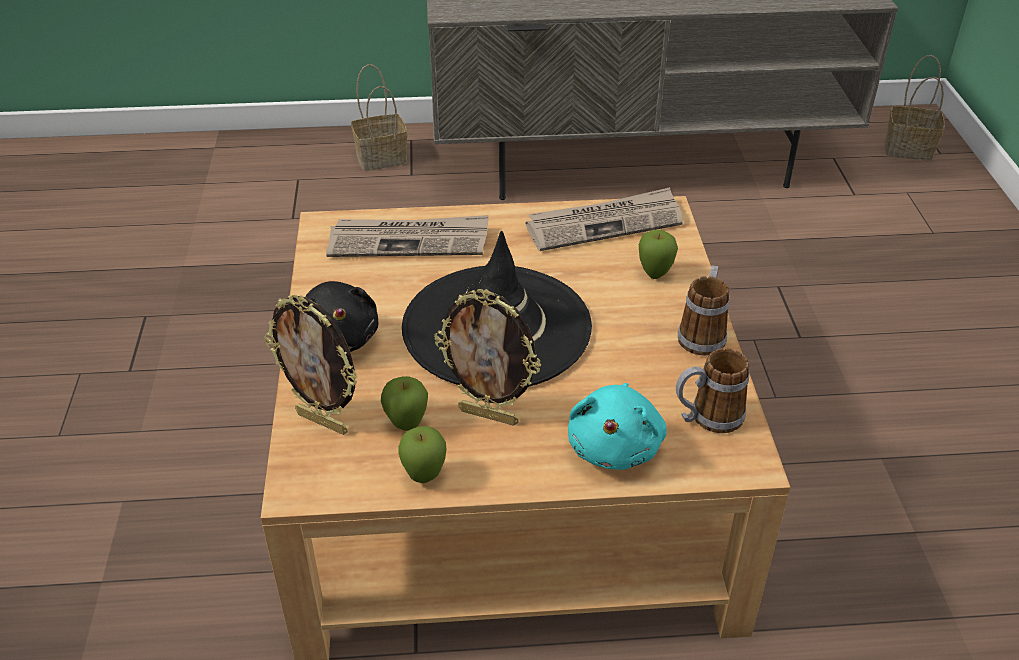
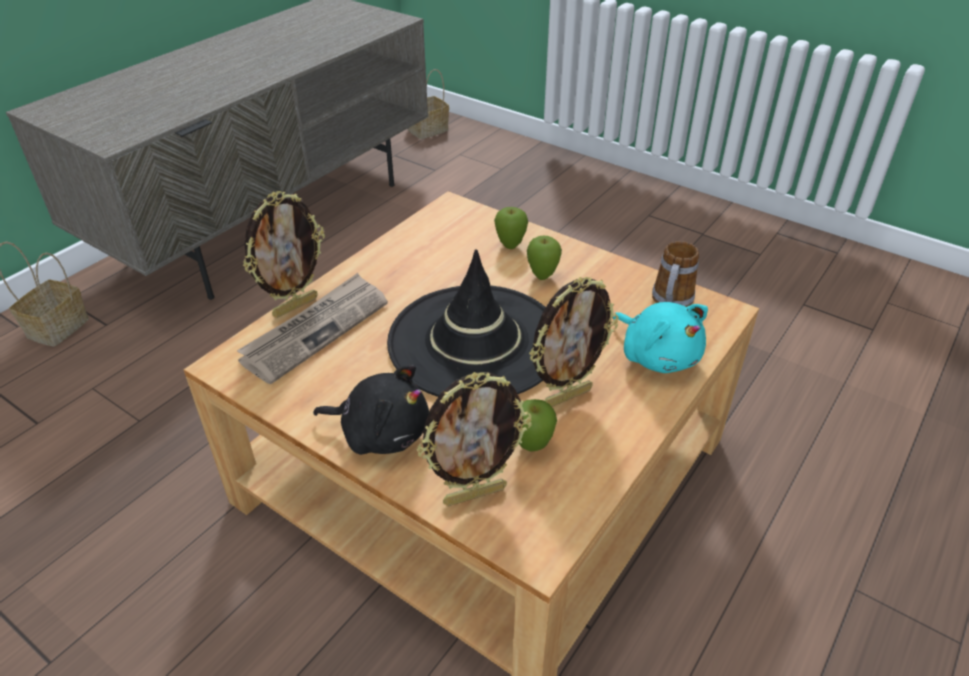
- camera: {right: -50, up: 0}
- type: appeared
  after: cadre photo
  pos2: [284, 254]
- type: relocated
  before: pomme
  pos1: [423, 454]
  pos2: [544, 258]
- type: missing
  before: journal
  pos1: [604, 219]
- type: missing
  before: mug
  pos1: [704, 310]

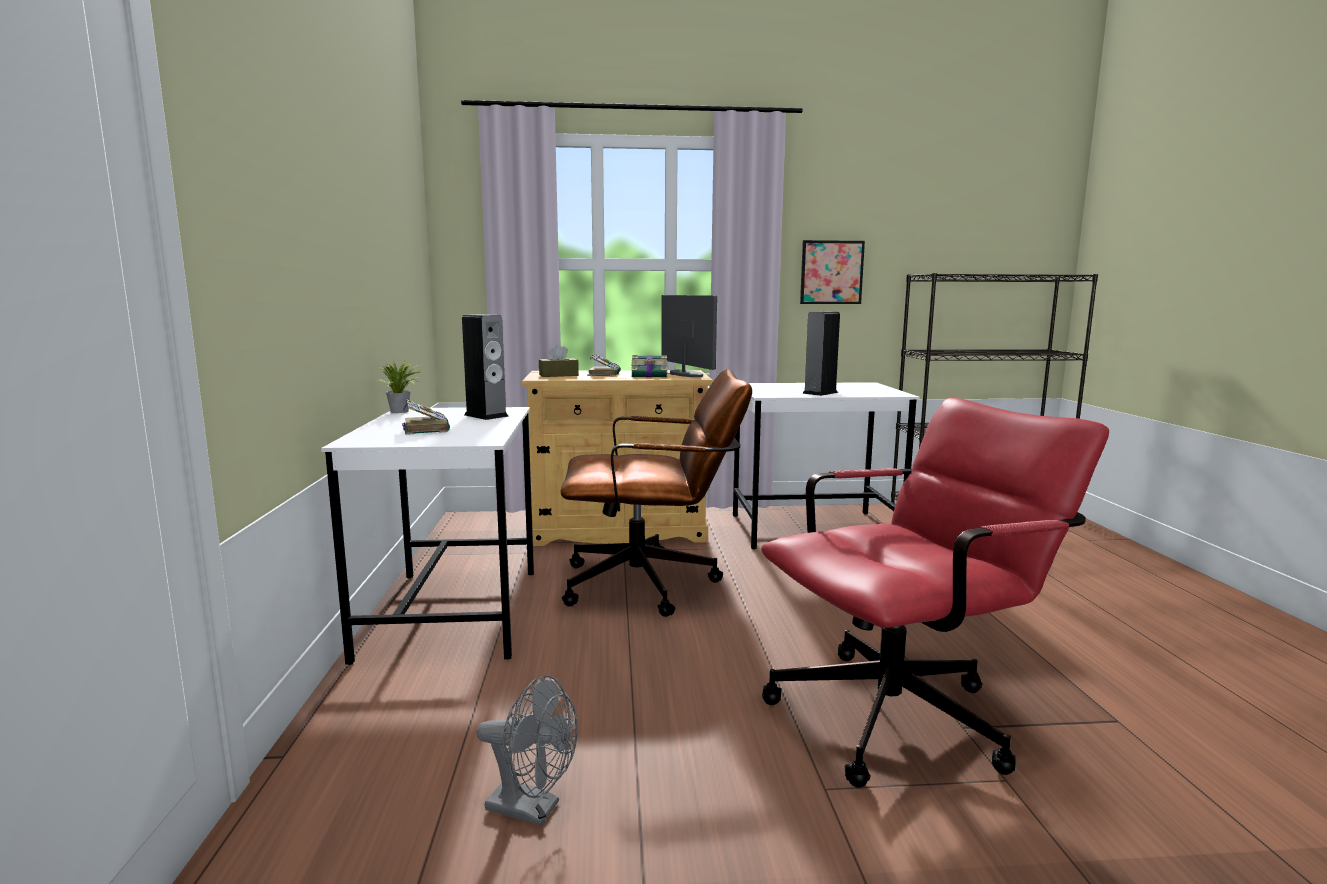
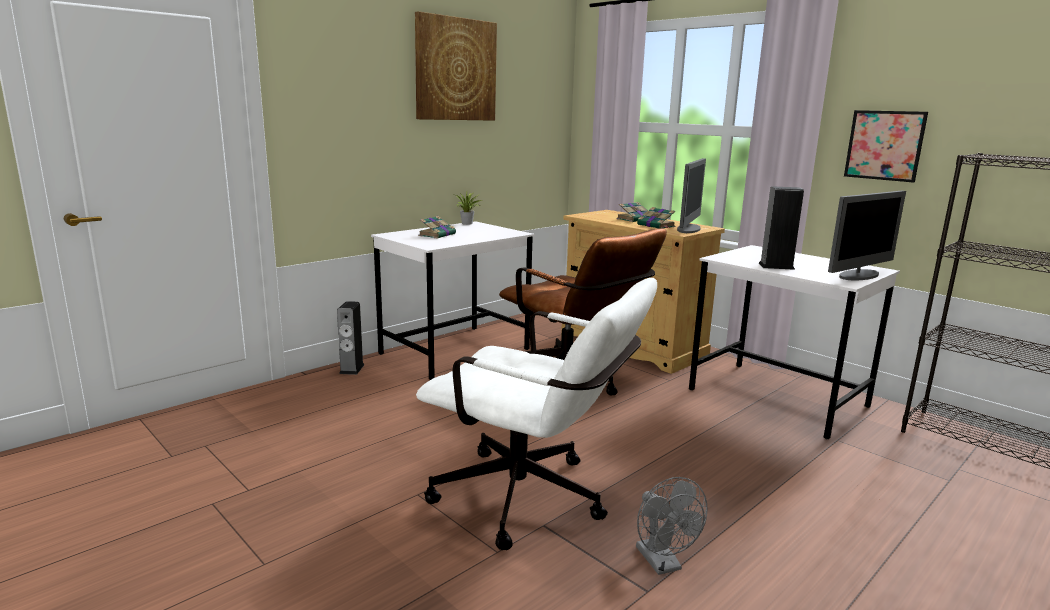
- camera: {right: 50, up: 5}
- type: relocated
  before: enceinte
  pos1: [485, 367]
  pos2: [351, 338]
- type: appeared
  after: tableau
  pos2: [456, 66]
- type: colour
  before: chaise de bureau/rouge
  after: chaise de bureau/blanc
  pos1: [935, 593]
  pos2: [536, 414]
- type: relocated
  before: ventilateur/gris
  pos1: [527, 750]
  pos2: [672, 526]
- type: appeared
  after: écran d'ordinateur
  pos2: [867, 235]
- type: missing
  before: boîte à mouchoirs/marron
  pos1: [559, 360]

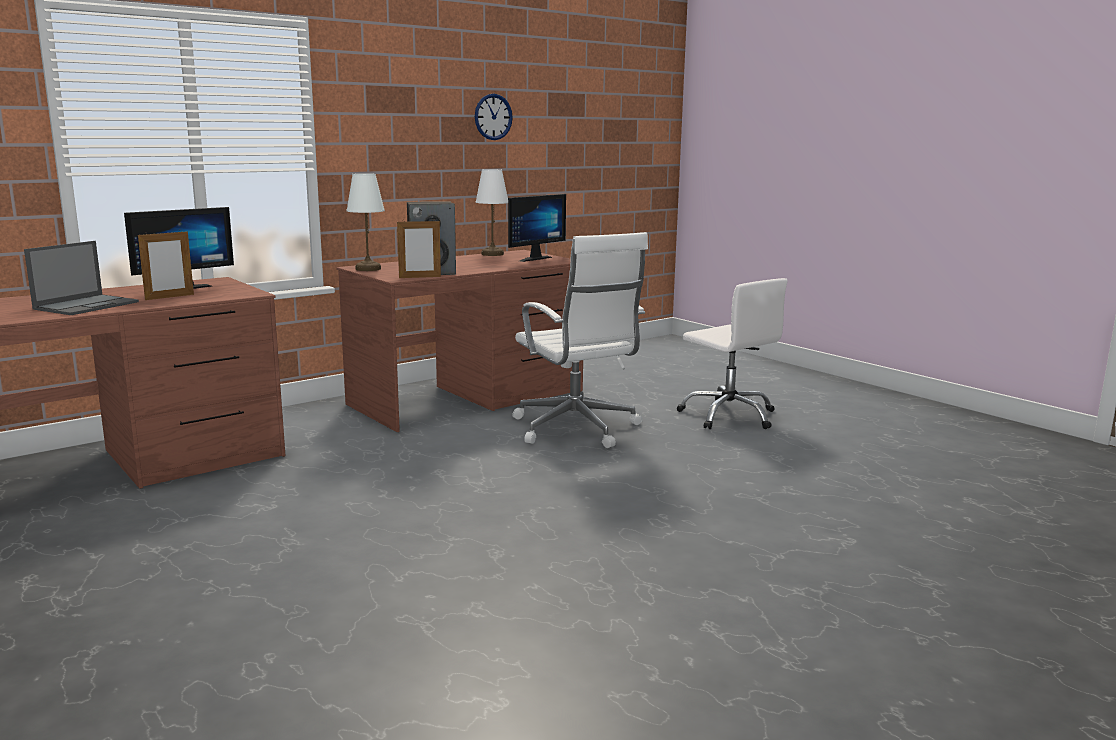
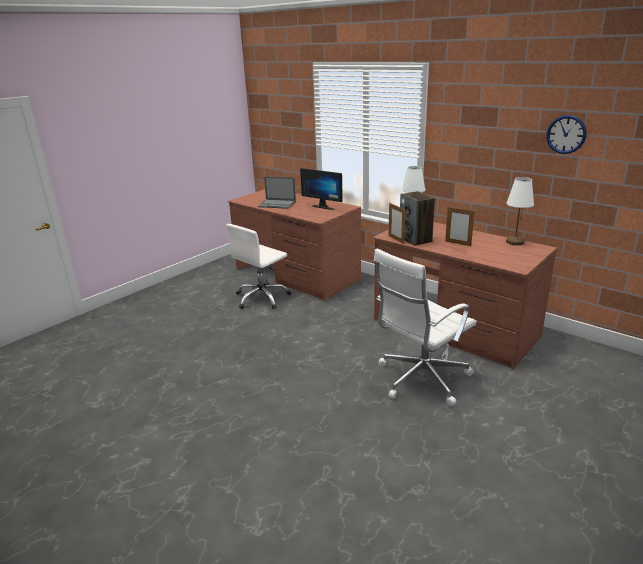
- camera: {right: 80, up: 10}
- type: relocated
  before: chaise de bureau/blanc
  pos1: [732, 353]
  pos2: [259, 266]
- type: relocated
  before: cadre photo
  pos1: [166, 265]
  pos2: [460, 226]
- type: missing
  before: écran d'ordinateur
  pos1: [537, 228]

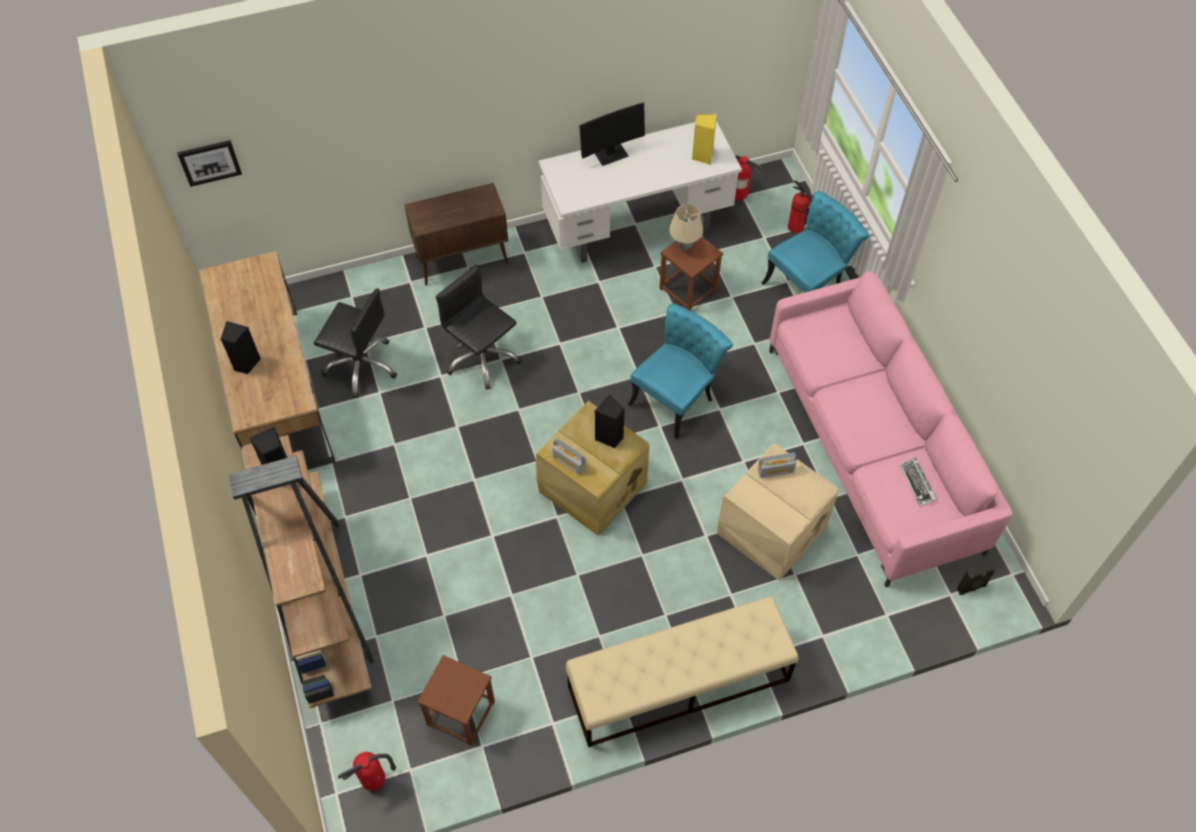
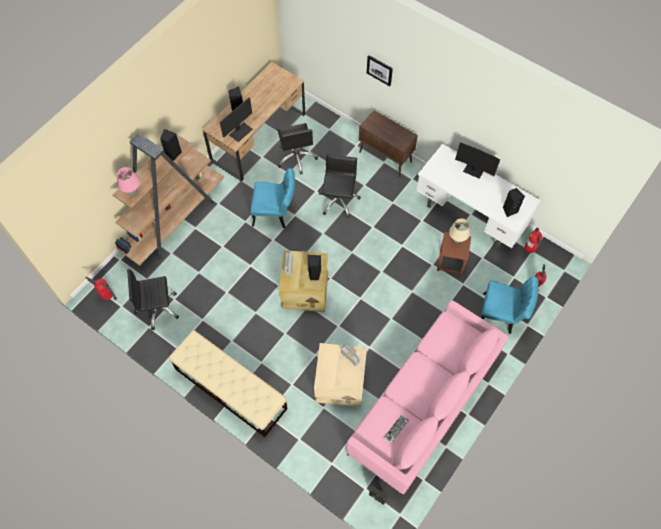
- camera: {right: 55, up: 5}
- type: appeared
  after: lampe de table/rose
  pos2: [128, 181]
- type: exchanged
  before: tabouret/marron
  after: chaise de bureau/noir
  pos1: [456, 700]
  pos2: [153, 299]
- type: appeared
  after: écran d'ordinateur
  pos2: [236, 119]
- type: relocated
  before: chaise/turquoise
  pos1: [680, 371]
  pos2: [273, 198]
- type: relocated
  before: tableau
  pos1: [209, 163]
  pos2: [380, 70]
- type: colour
  before: enceinte/jaune
  after: enceinte/noir
  pos1: [704, 139]
  pos2: [514, 202]

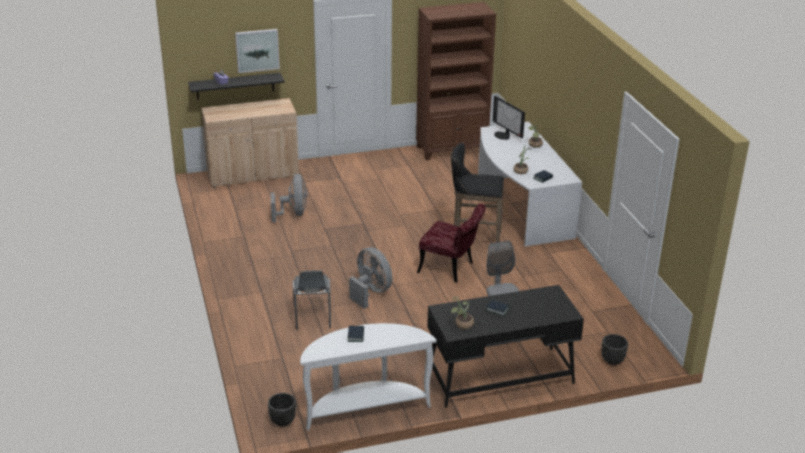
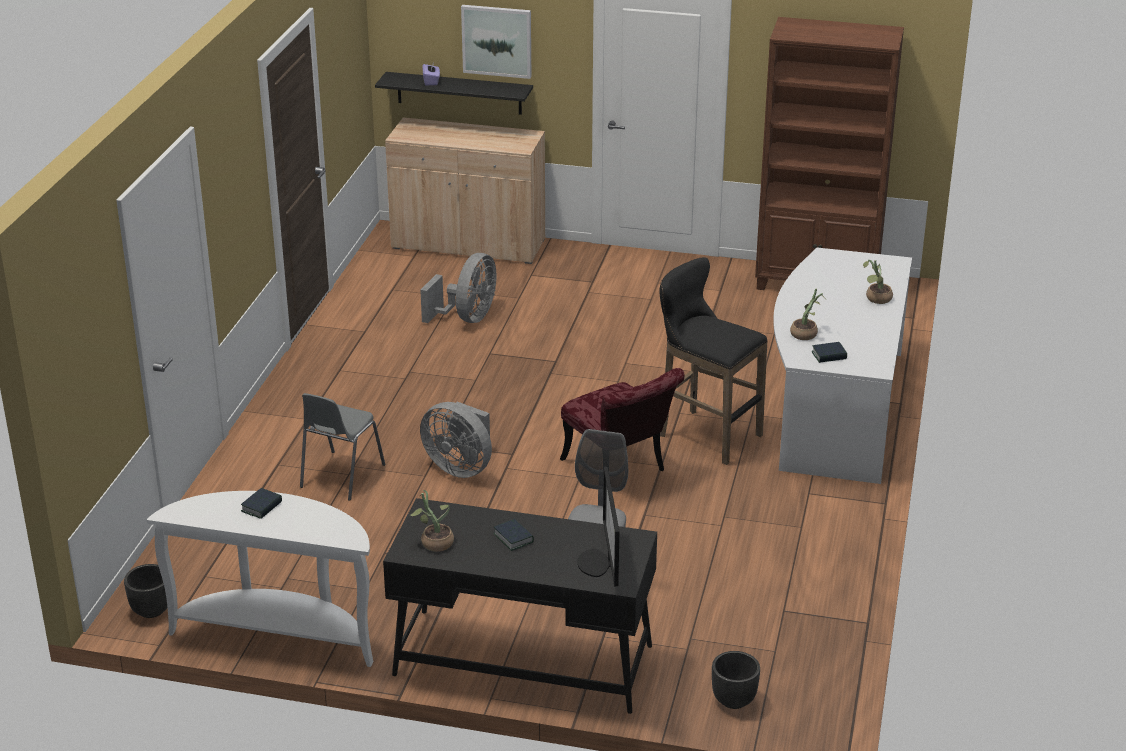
- camera: {right: 30, up: 0}
- type: spun
  before: ventilateur/gris
  pos1: [371, 278]
  pos2: [456, 440]
  turn: 135
- type: relocated
  before: écran d'ordinateur
  pos1: [509, 118]
  pos2: [598, 526]

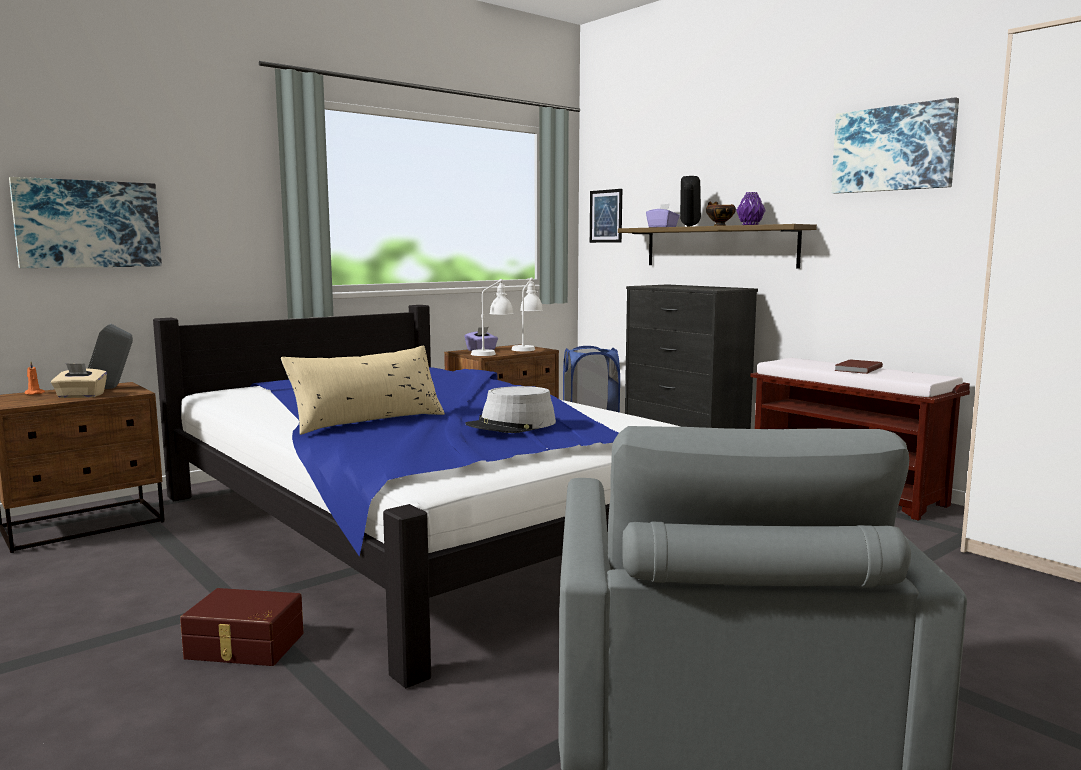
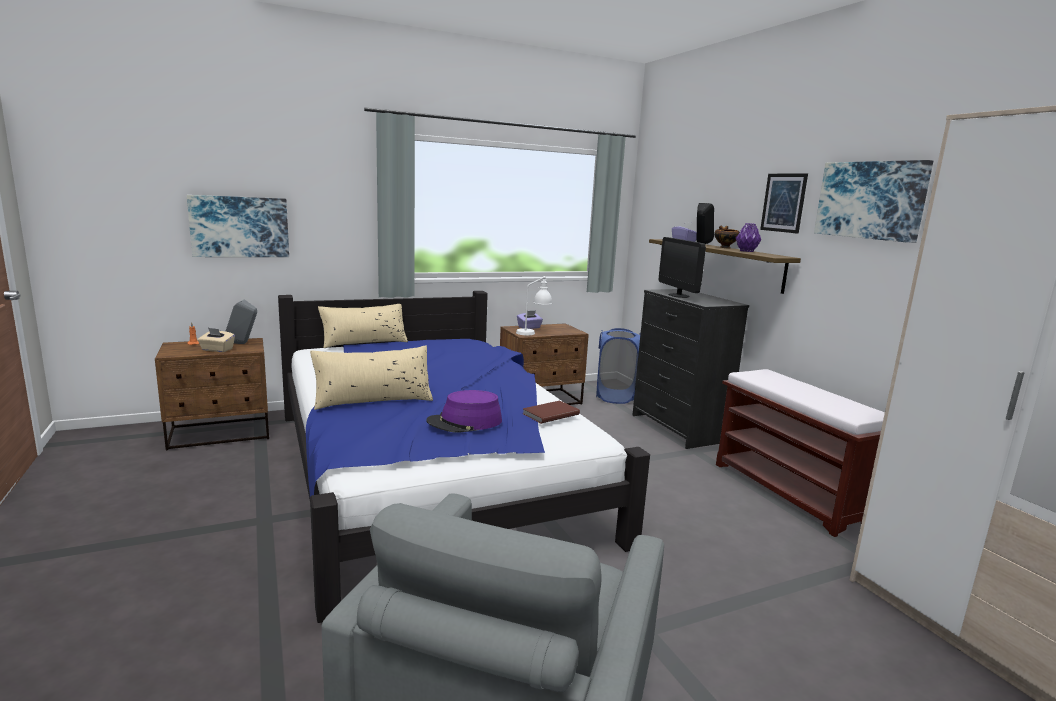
- camera: {right: 15, up: 5}
- type: appeared
  after: coussin/beige
  pos2: [363, 326]
- type: colour
  before: chapeau/gris
  after: chapeau/violet
  pos1: [510, 409]
  pos2: [464, 411]
- type: relocated
  before: livre/marron
  pos1: [858, 366]
  pos2: [551, 412]
- type: appeared
  after: écran d'ordinateur
  pos2: [682, 267]
- type: relocated
  before: tableau
  pos1: [606, 216]
  pos2: [784, 203]
- type: missing
  before: boîte de rangement/marron
  pos1: [242, 627]
- type: missing
  before: lampe de table/blanc
  pos1: [527, 314]

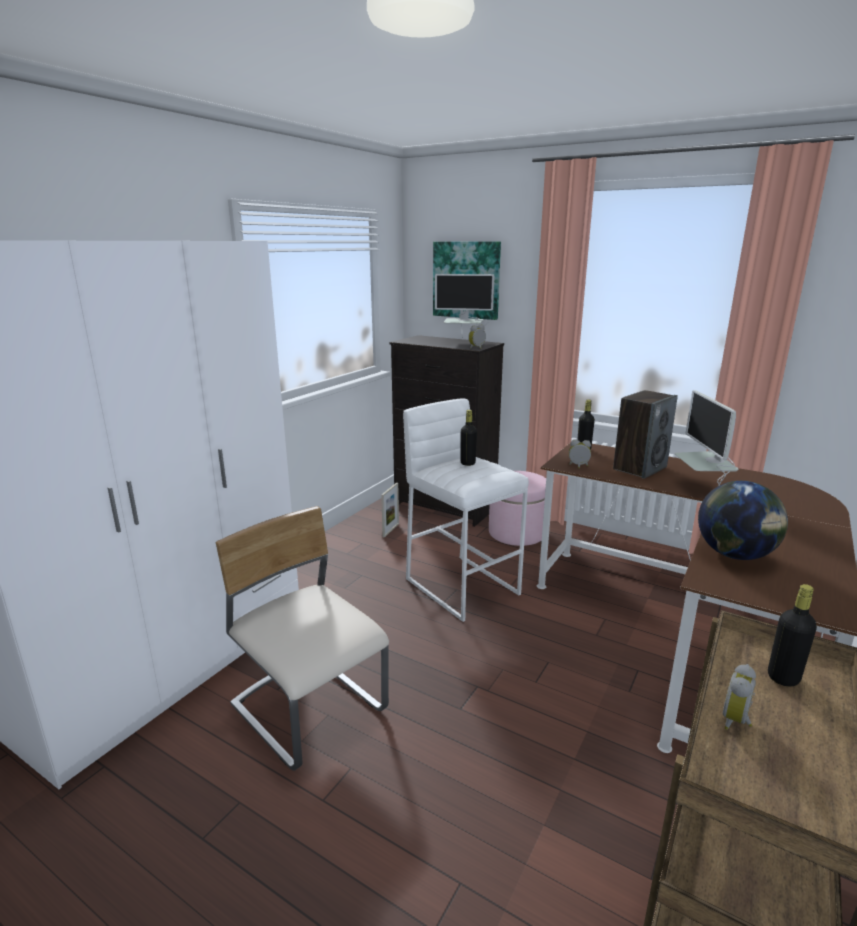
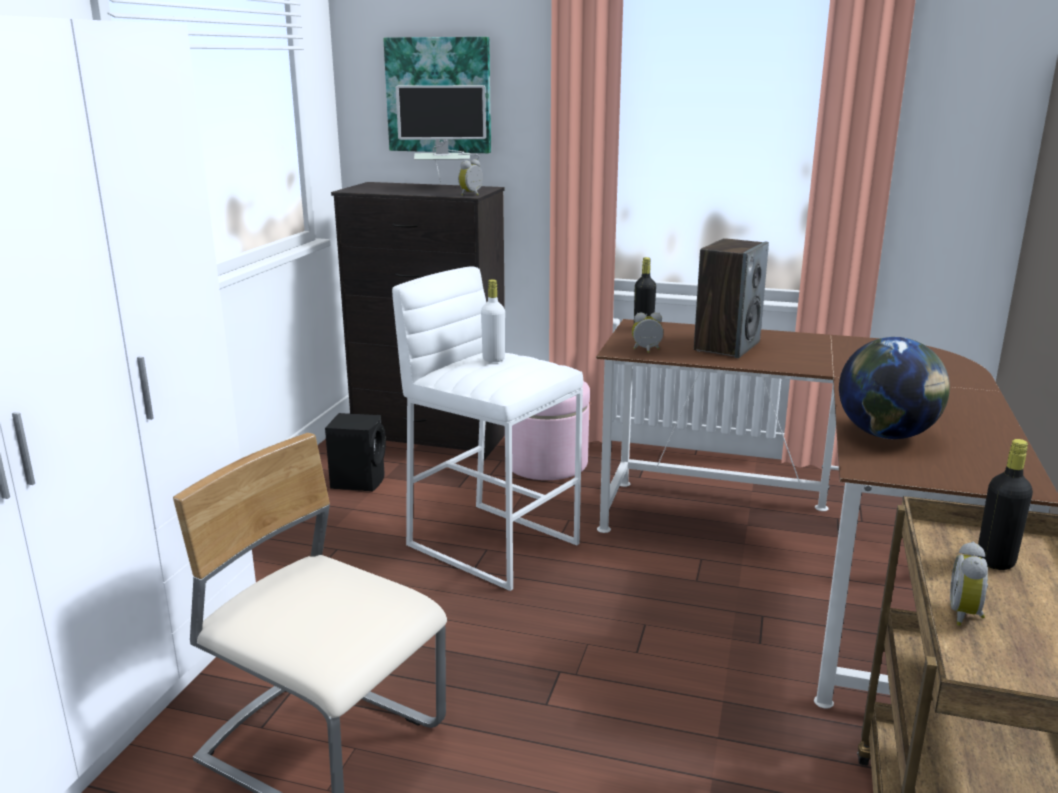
- camera: {right: -15, up: 0}
- type: exchanged
  before: cadre photo
  after: enceinte/noir
  pos1: [390, 510]
  pos2: [355, 452]
- type: colour
  before: bouteille/noir
  after: bouteille/blanc
  pos1: [468, 438]
  pos2: [493, 320]
- type: missing
  before: écran d'ordinateur
  pos1: [706, 438]

